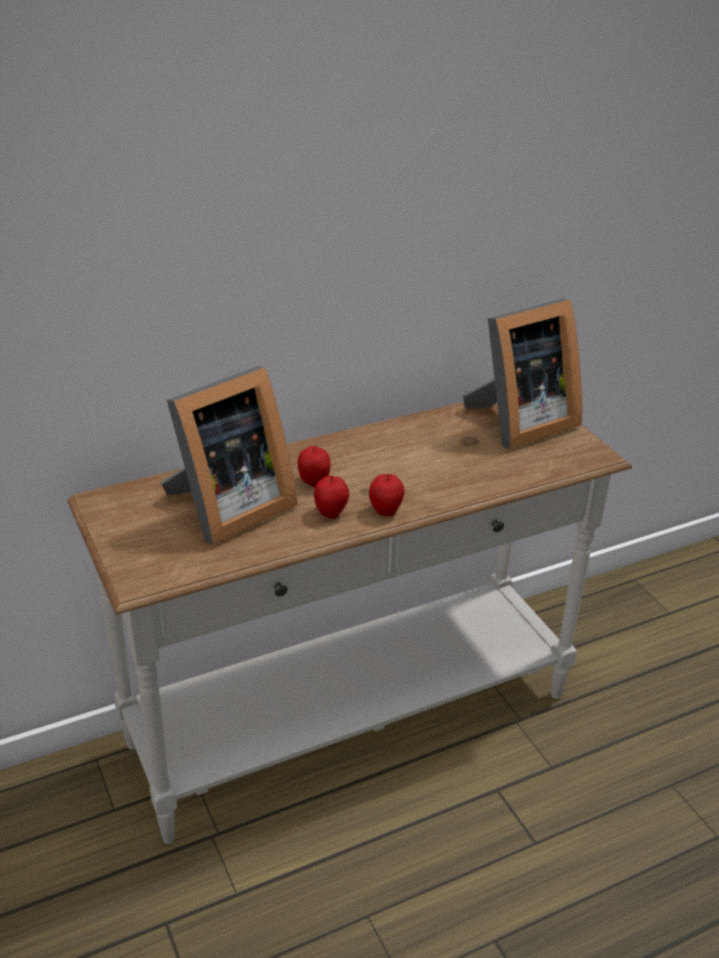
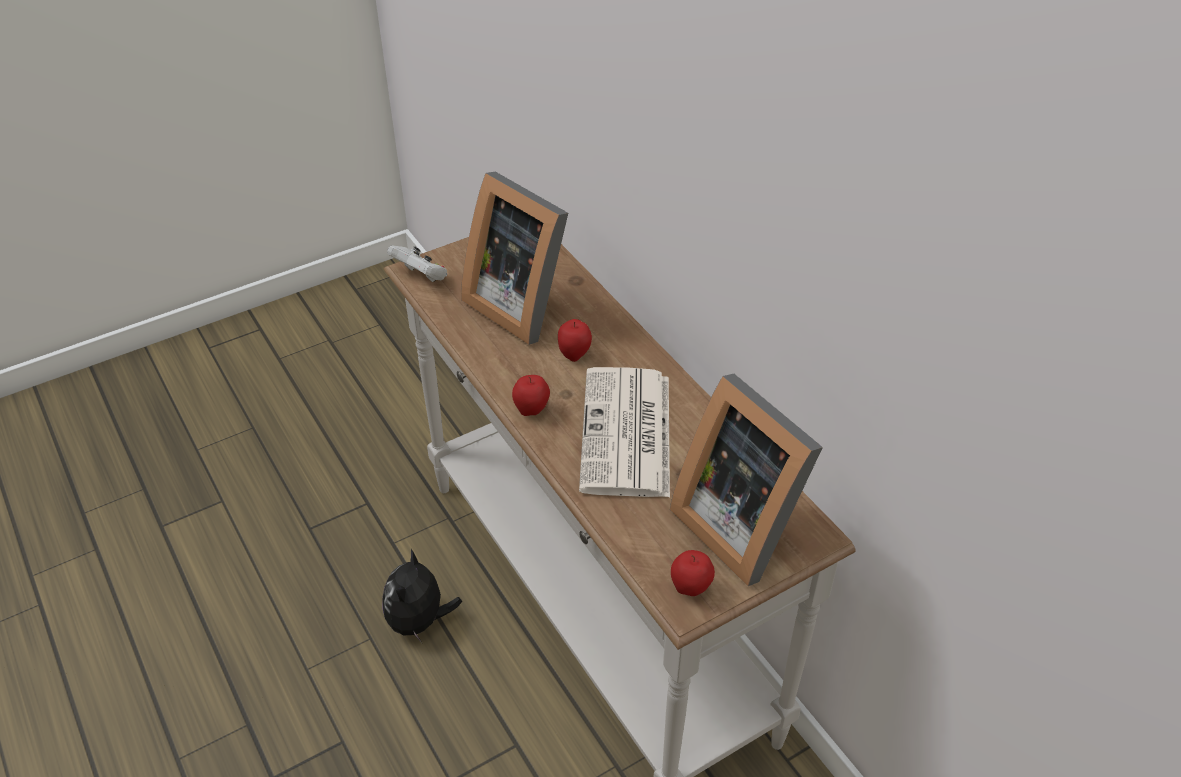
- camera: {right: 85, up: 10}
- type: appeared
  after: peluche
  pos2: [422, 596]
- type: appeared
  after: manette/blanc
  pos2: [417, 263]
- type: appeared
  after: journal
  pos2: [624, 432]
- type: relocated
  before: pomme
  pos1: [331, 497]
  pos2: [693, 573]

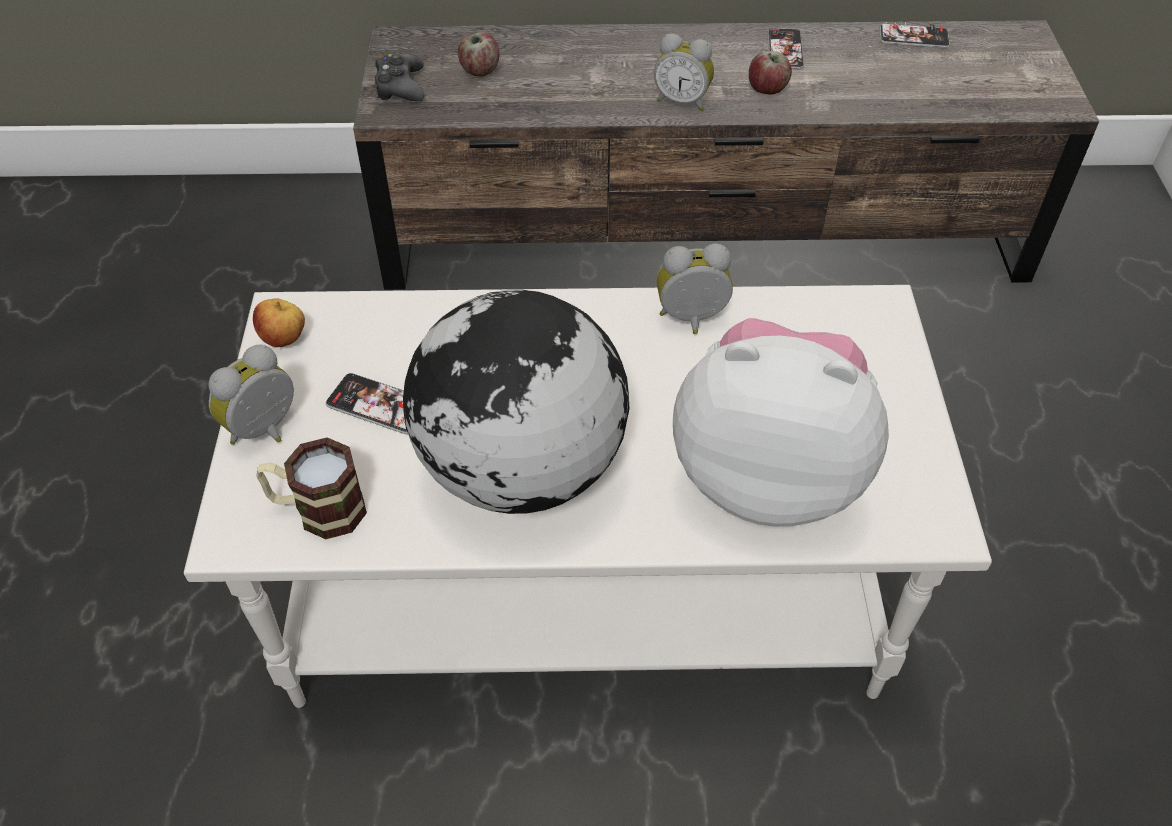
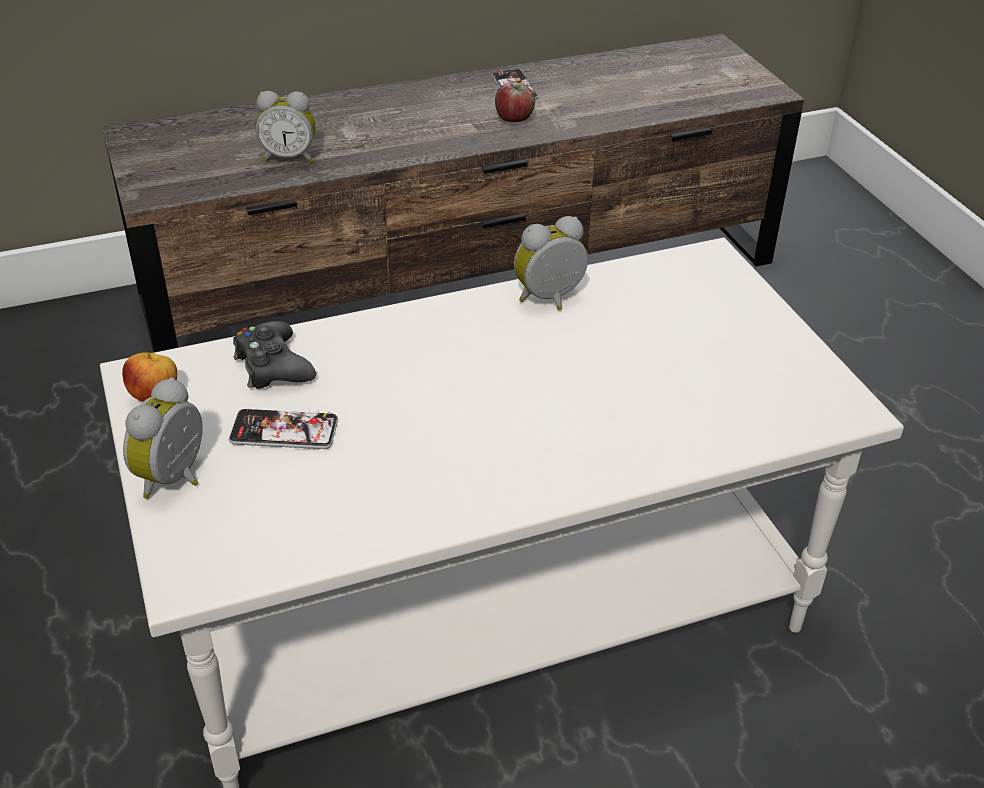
- camera: {right: -20, up: -10}
- type: relocated
  before: manette/noir
  pos1: [399, 77]
  pos2: [274, 355]
- type: relocated
  before: réveil
  pos1: [684, 72]
  pos2: [285, 127]
- type: missing
  before: mug
  pos1: [312, 488]
- type: missing
  before: globe
  pos1: [516, 402]
- type: missing
  before: pomme
  pos1: [479, 54]
- type: missing
  before: peluche
  pos1: [781, 422]
- type: missing
  before: téléphone
  pos1: [915, 35]

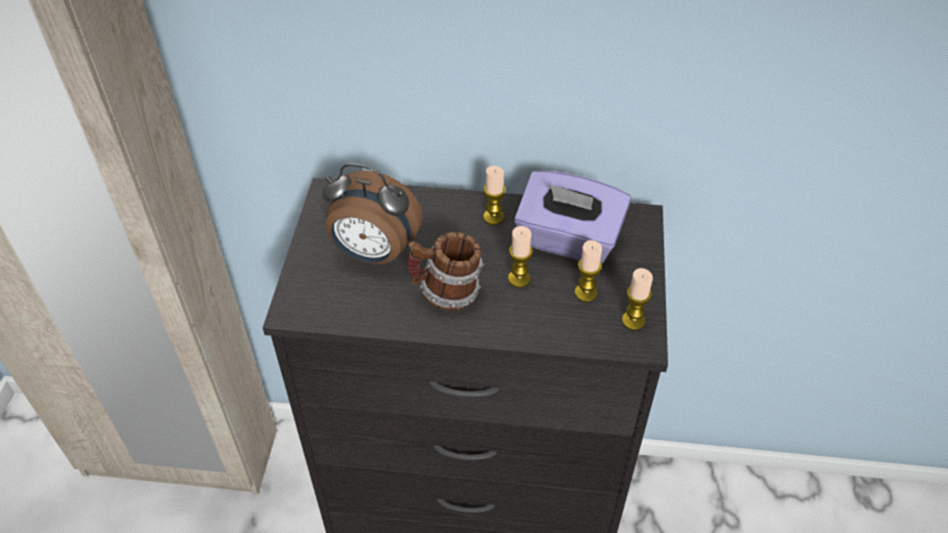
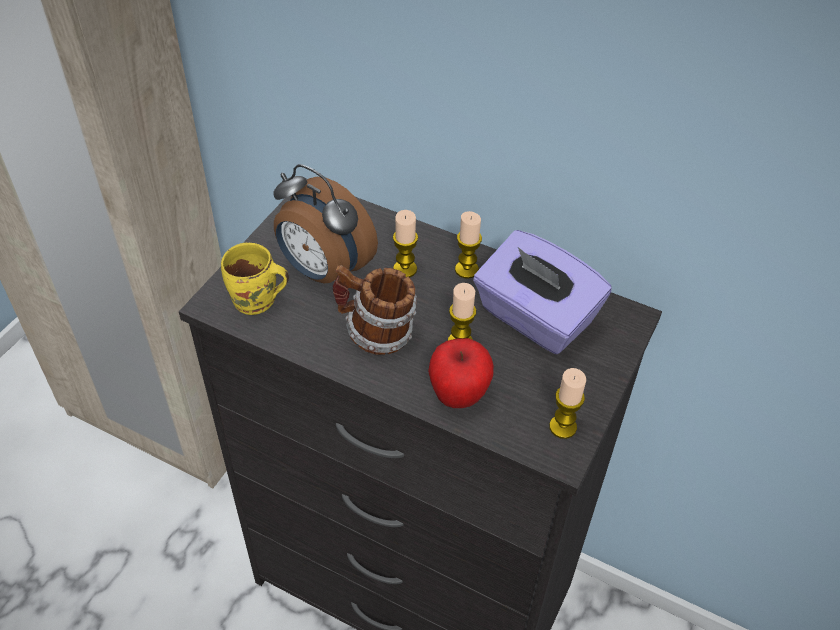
- camera: {right: 20, up: 0}
- type: appeared
  after: mug/jaune
  pos2: [255, 279]
- type: relocated
  before: bougie
  pos1: [588, 271]
  pos2: [405, 243]
- type: appeared
  after: pomme
  pos2: [461, 373]

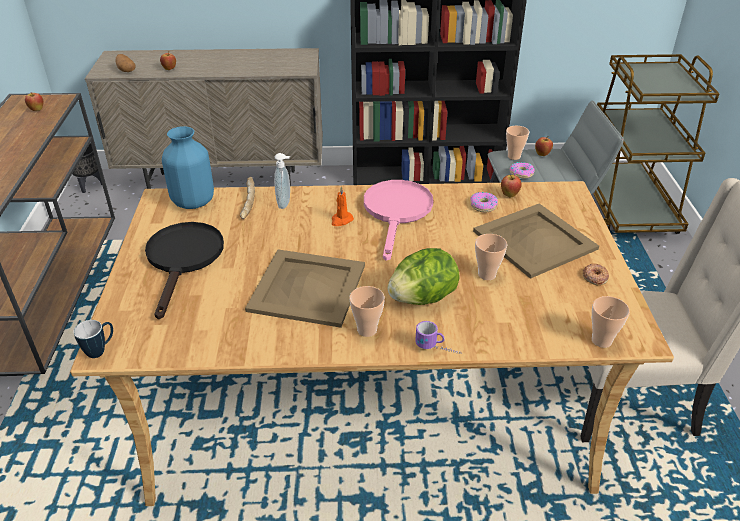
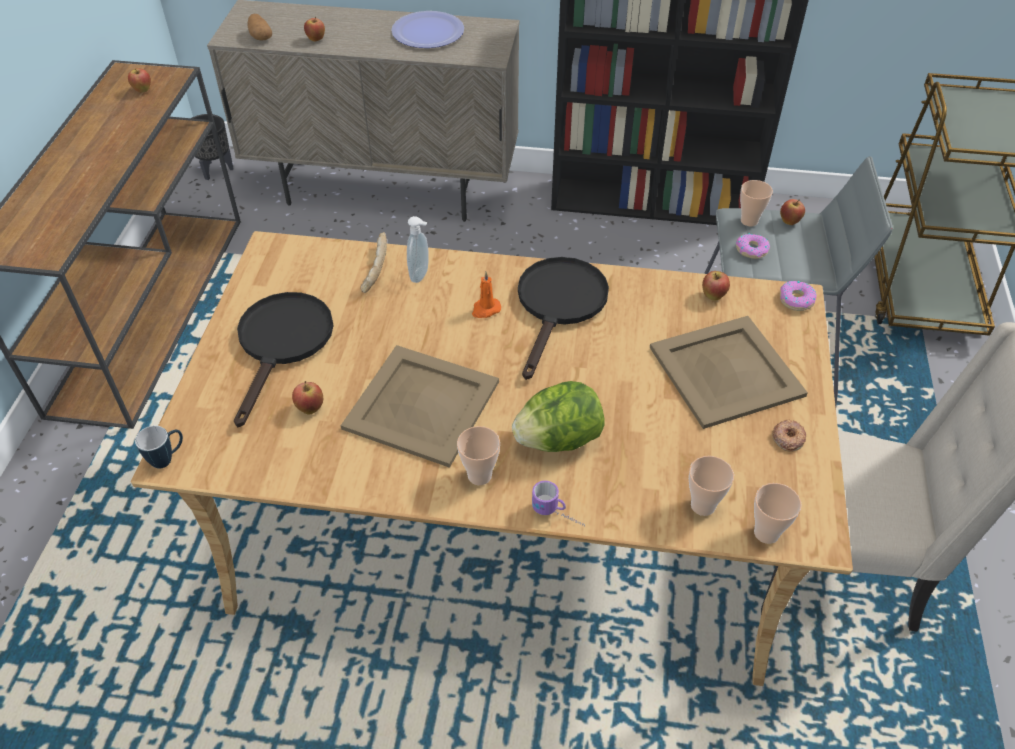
- camera: {right: 10, up: 10}
- type: appeared
  after: pomme
  pos2: [307, 398]
- type: appeared
  after: assiette
  pos2: [427, 29]
- type: colour
  before: poêle/rose
  after: poêle/noir
  pos1: [398, 220]
  pos2: [563, 318]
- type: relocated
  before: tasse
  pos1: [491, 257]
  pos2: [711, 486]
- type: relocated
  before: beignet
  pos1: [484, 202]
  pos2: [798, 296]
- type: missing
  before: vase/bleu
  pos1: [188, 167]

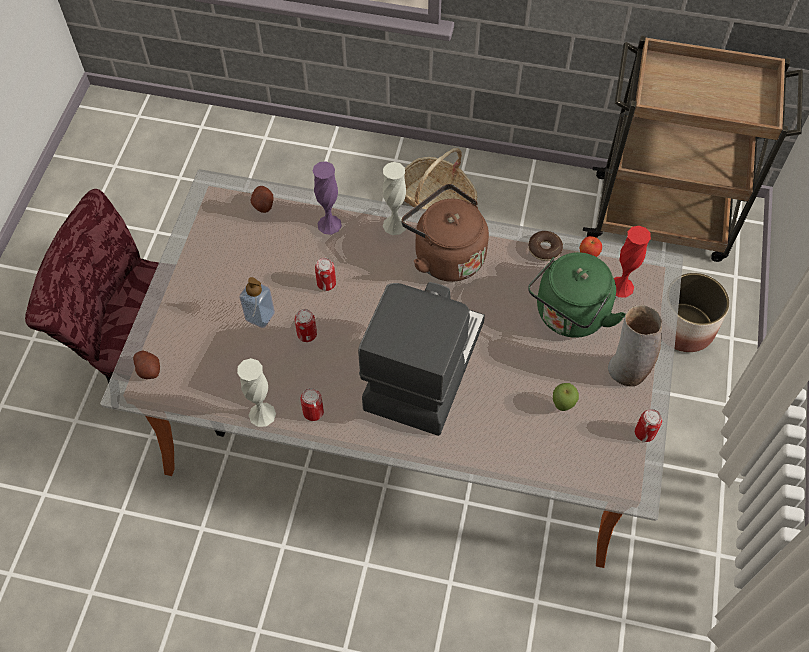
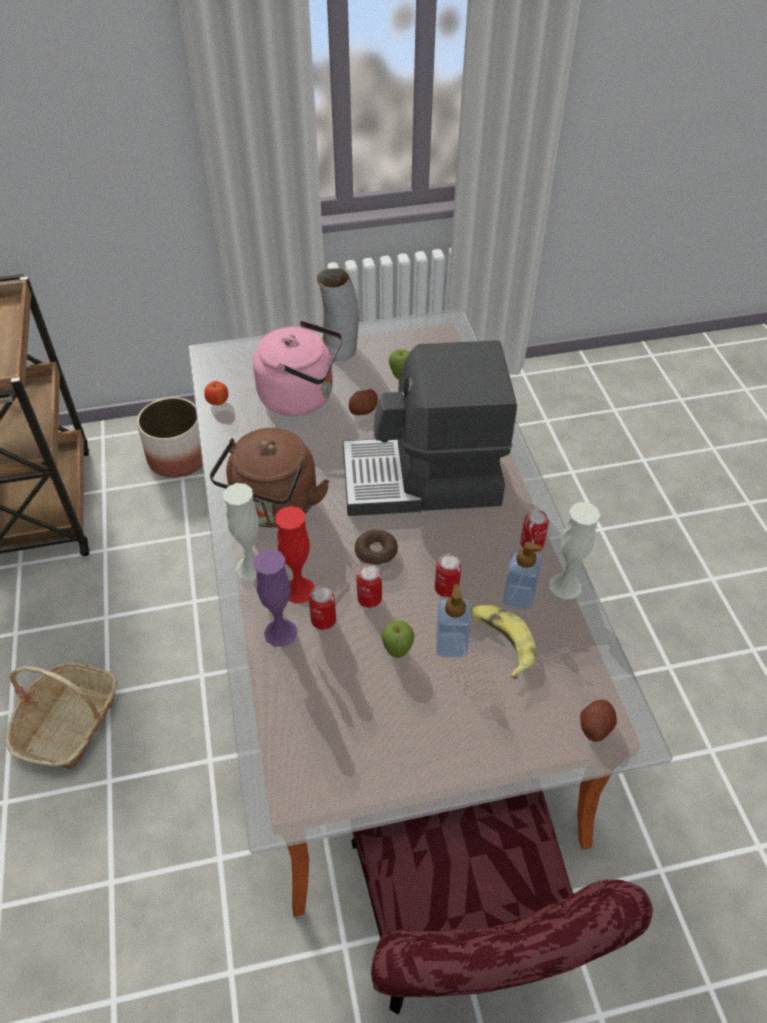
- camera: {right: -115, up: -10}
- type: colour
  before: bouilloire/vert
  after: bouilloire/rose
  pos1: [576, 295]
  pos2: [298, 368]
- type: relocated
  before: vase/rouge
  pos1: [632, 261]
  pos2: [295, 555]
- type: relocated
  before: boîte métallique
  pos1: [648, 425]
  pos2: [322, 607]
- type: relocated
  before: pomme de terre
  pos1: [262, 199]
  pos2: [363, 402]
- type: relocated
  before: beignet
  pos1: [545, 246]
  pos2: [376, 548]
- type: appeared
  after: pomme
  pos2: [397, 639]
- type: appeared
  after: banane
  pos2: [503, 642]
- type: appeared
  after: distributeur de savon
  pos2: [522, 576]

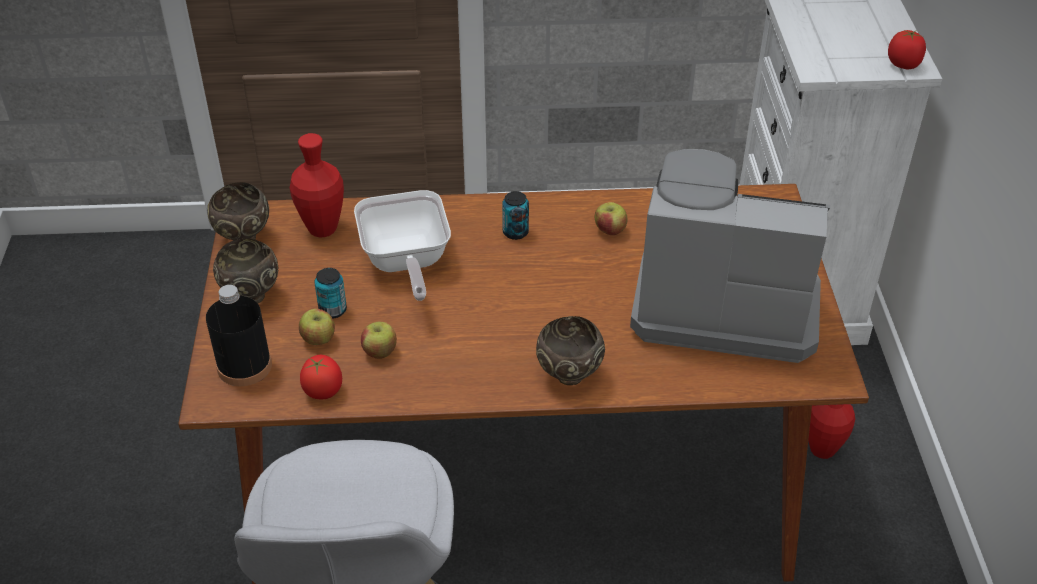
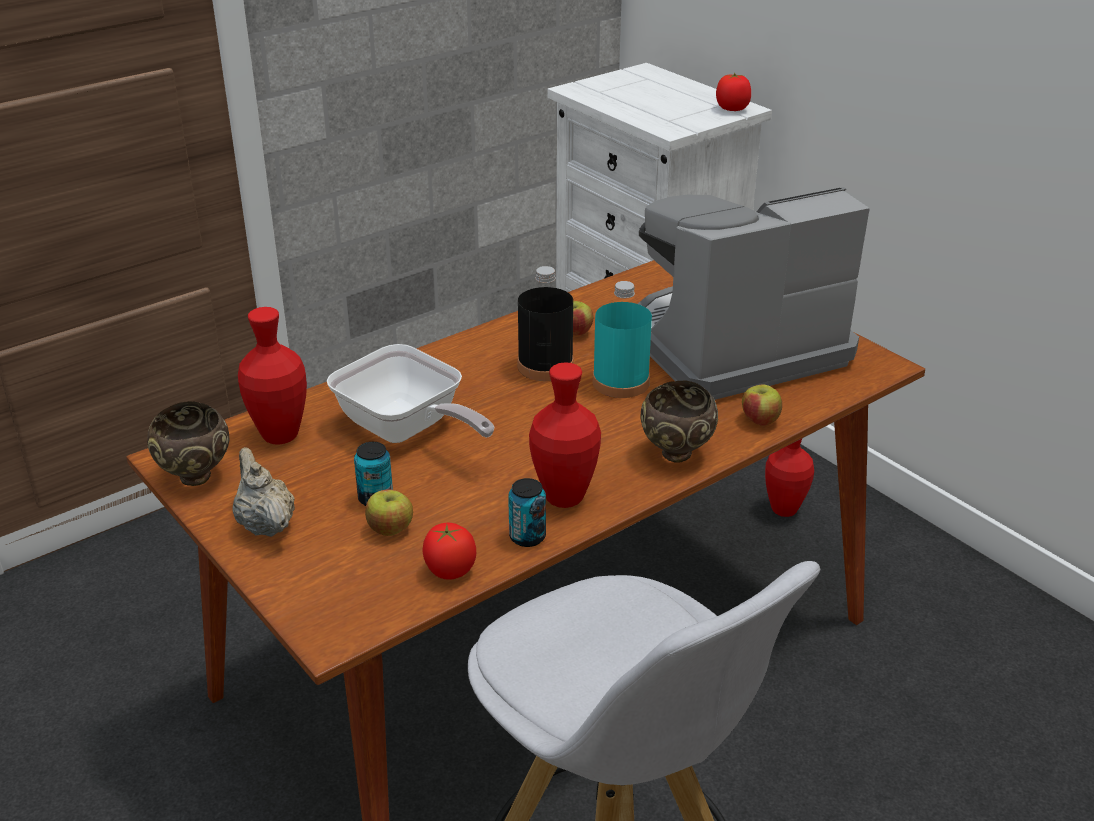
- camera: {right: -35, up: -10}
- type: exchanged
  before: bol/marron
  after: théière/beige
  pos1: [245, 270]
  pos2: [263, 492]
- type: relocated
  before: boîte métallique
  pos1: [515, 215]
  pos2: [527, 512]
- type: relocated
  before: bouteille/noir
  pos1: [239, 335]
  pos2: [546, 323]
- type: appeared
  after: vase/rouge
  pos2: [565, 435]
- type: appeared
  after: bouteille/turquoise
  pos2: [622, 339]
- type: relocated
  before: pomme
  pos1: [379, 340]
  pos2: [762, 405]

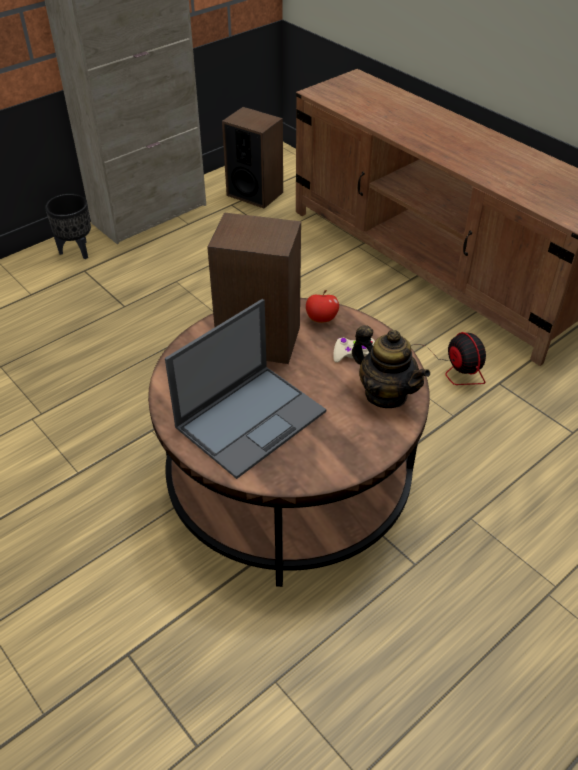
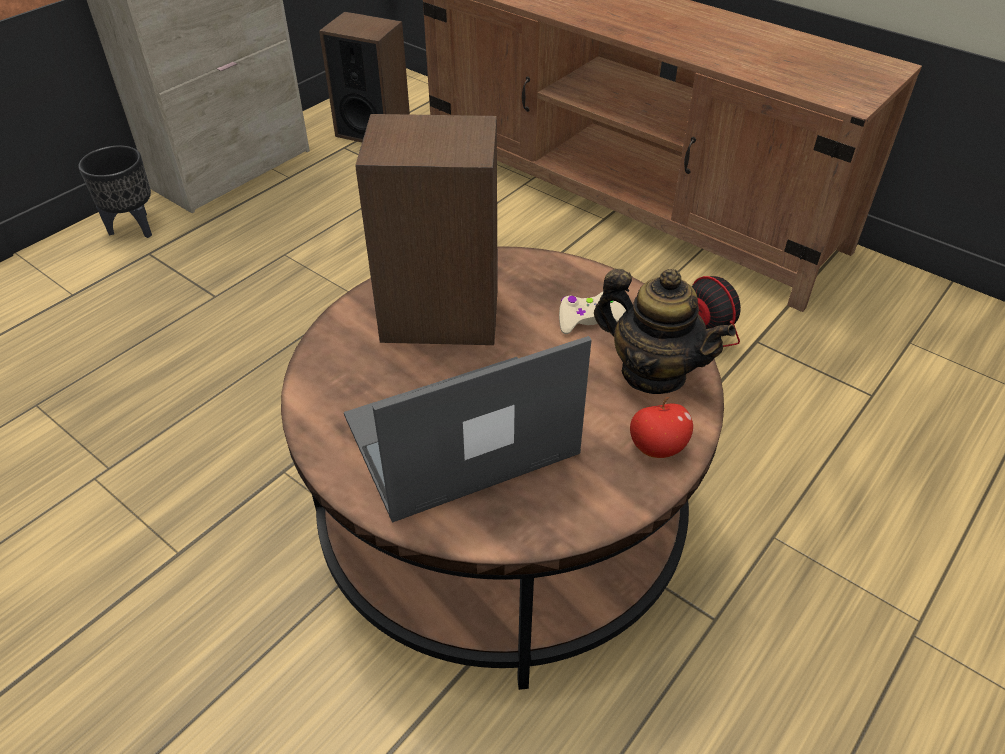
- camera: {right: -10, up: 0}
- type: spun
  before: ordinateur portable
  pos1: [245, 389]
  pos2: [467, 429]
  turn: -150
- type: relocated
  before: pomme
  pos1: [322, 306]
  pos2: [661, 427]

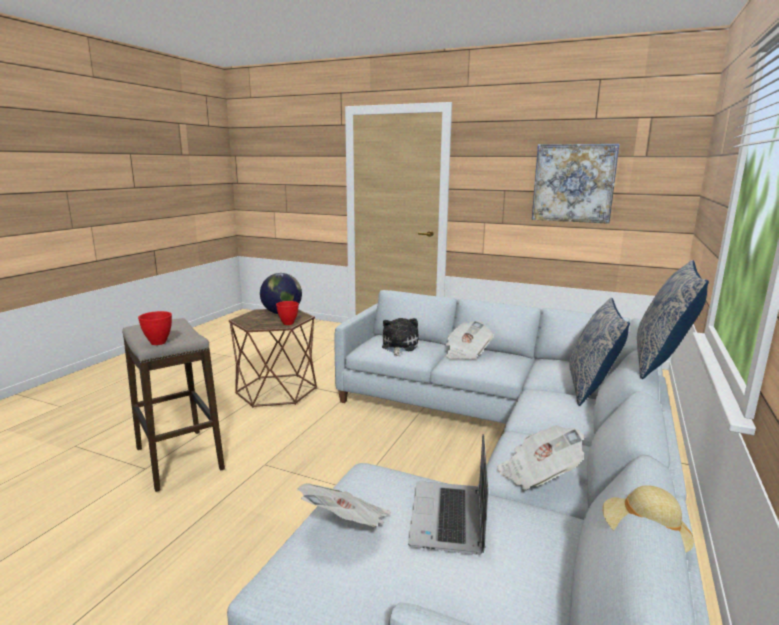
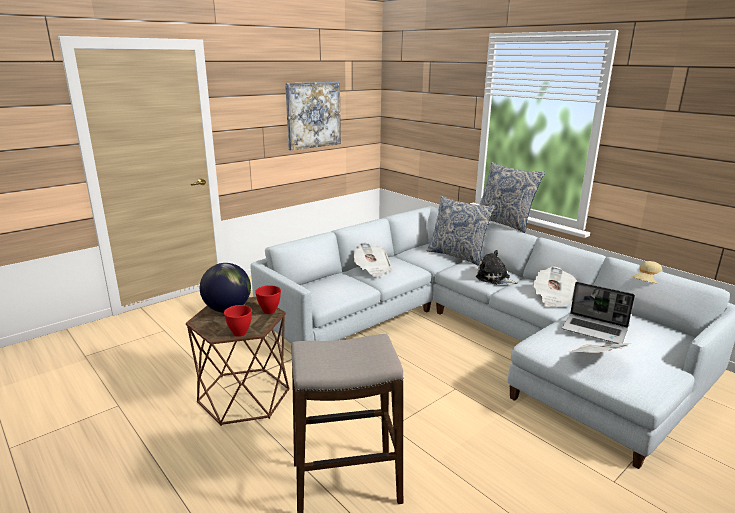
- camera: {right: -65, up: 5}
- type: relocated
  before: bol/rouge
  pos1: [155, 328]
  pos2: [238, 321]
- type: relocated
  before: peluche
  pos1: [400, 337]
  pos2: [497, 267]

